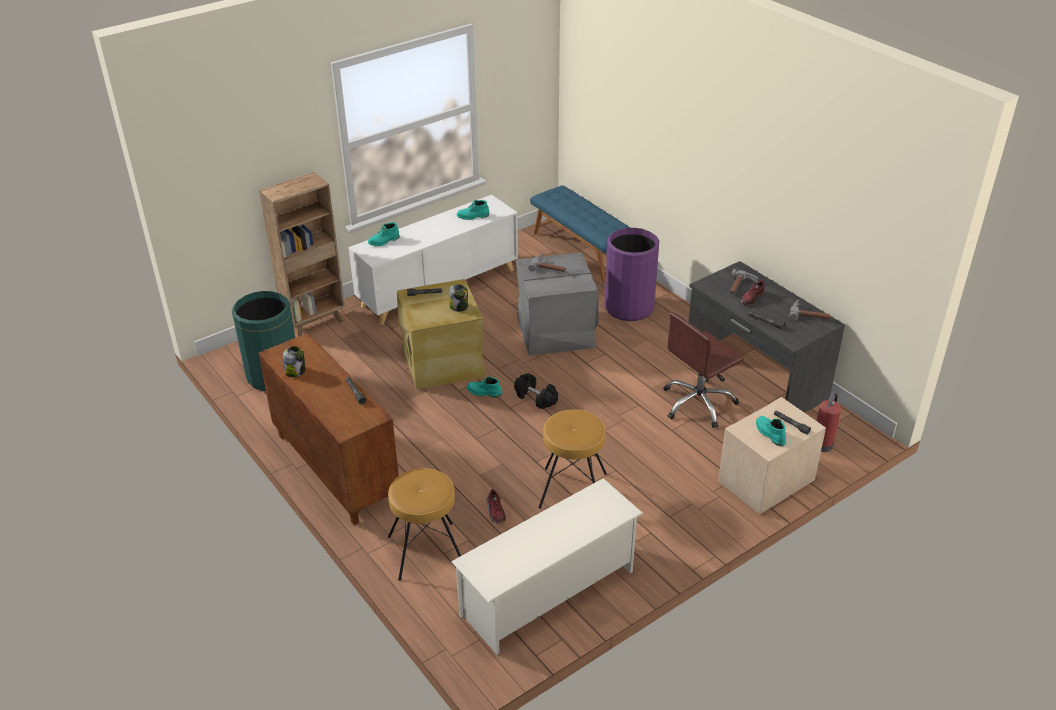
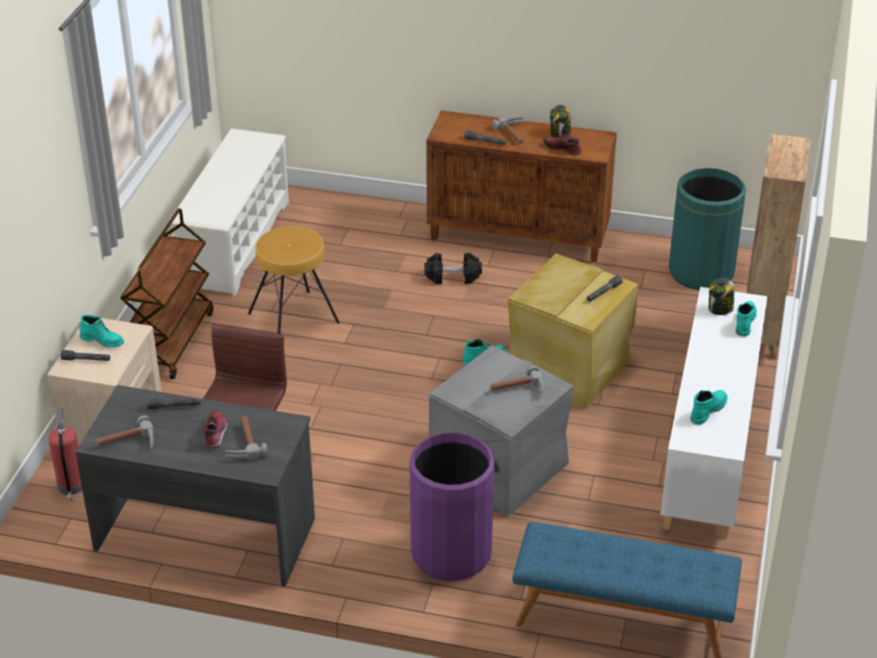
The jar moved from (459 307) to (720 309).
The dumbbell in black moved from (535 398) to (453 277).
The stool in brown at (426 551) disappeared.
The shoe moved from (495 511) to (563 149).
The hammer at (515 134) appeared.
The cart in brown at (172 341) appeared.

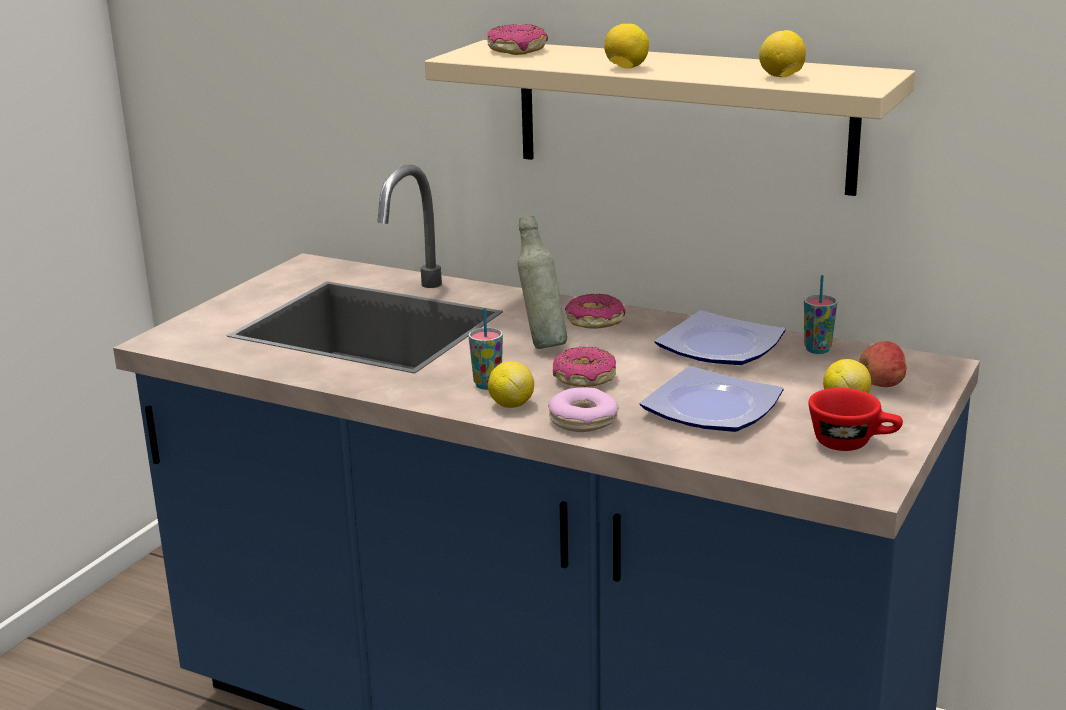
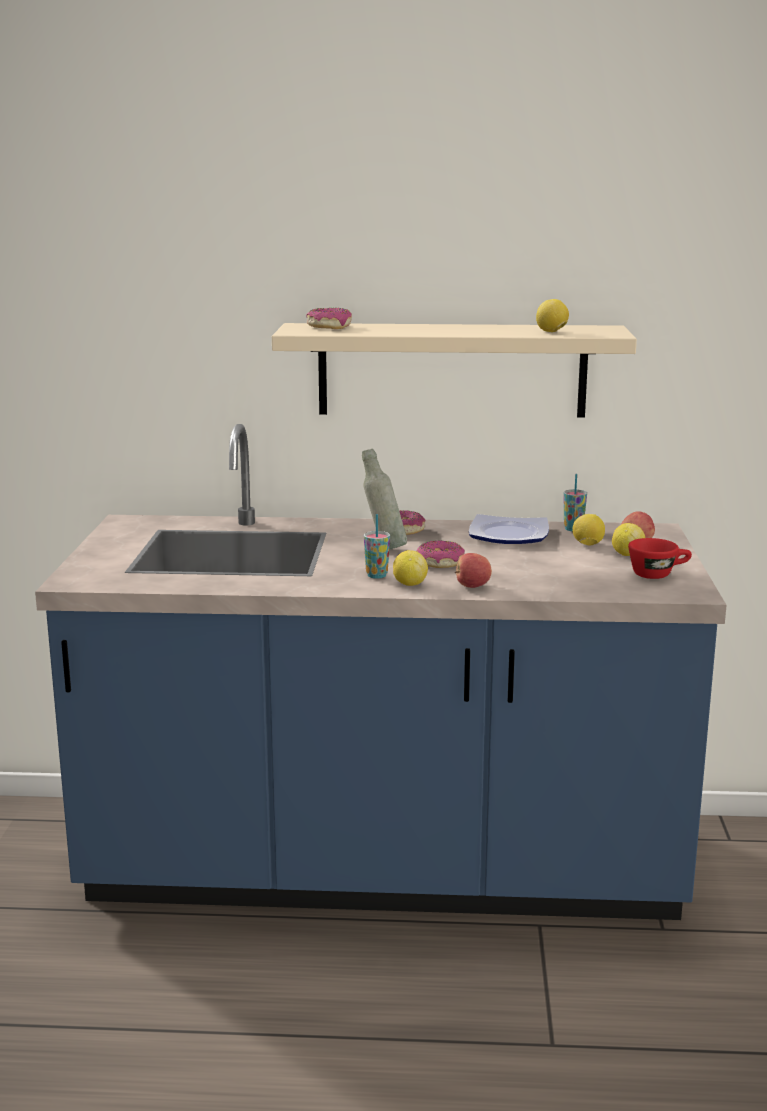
The lemon moved from (626 68) to (587 544).
The plate at (712 410) disappeared.
The donut at (583 421) was replaced by the apple at (472 586).

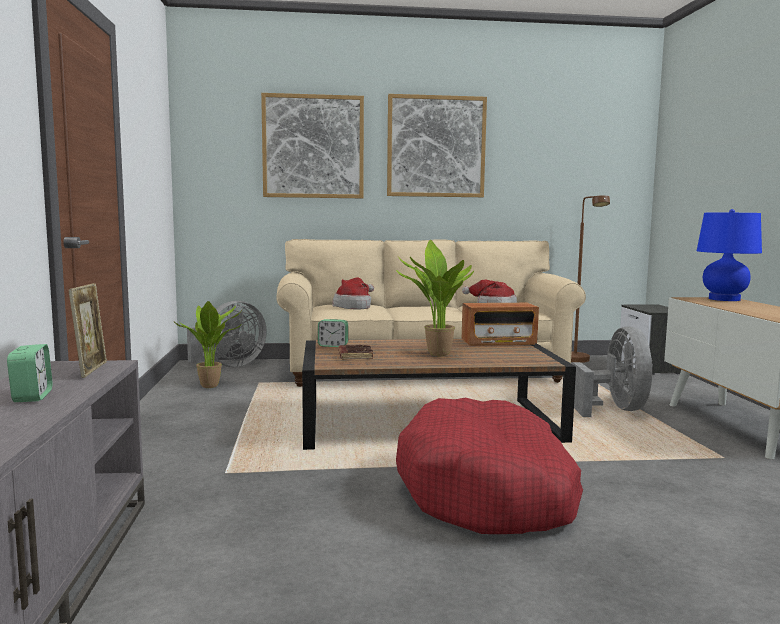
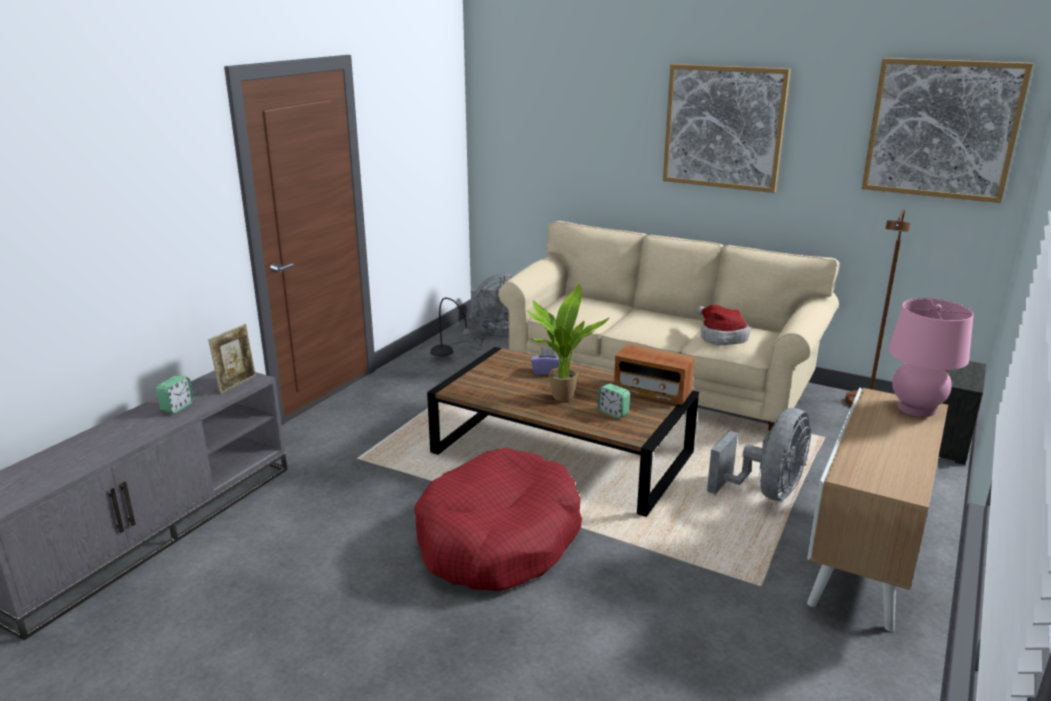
The picture moved from (313 147) to (942 129).
The table lamp in blue at (724 299) became the table lamp in pink at (916 408).
The hat at (354 306) disappeared.
The potted plant at (213 386) was replaced by the table lamp in grey at (456 357).
The alarm clock moved from (333 345) to (613 413).
The book in brown at (354 356) disappeared.
The tissue box in purple at (547 372) appeared.

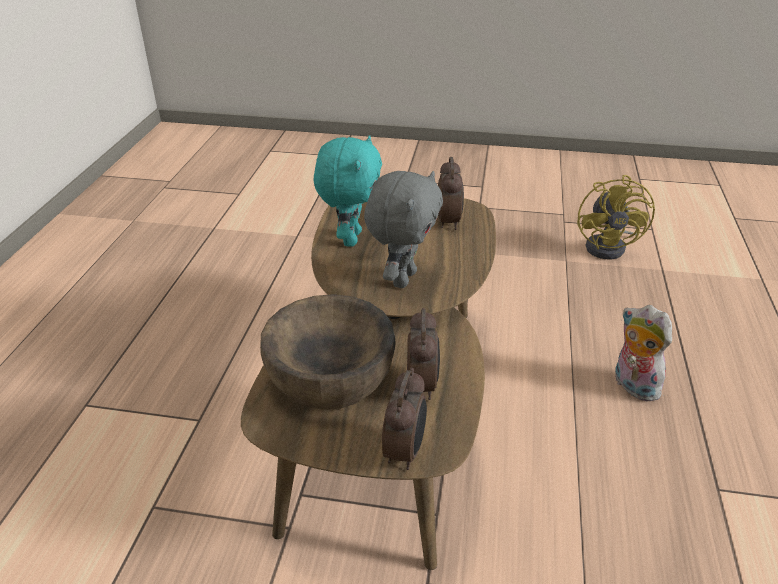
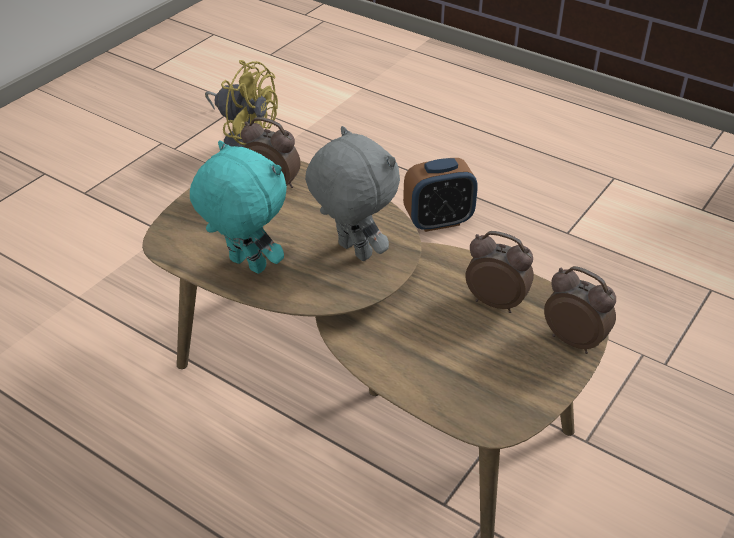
The bowl in brown at (330 376) disappeared.
The plush toy at (632 386) was replaced by the alarm clock at (438 221).

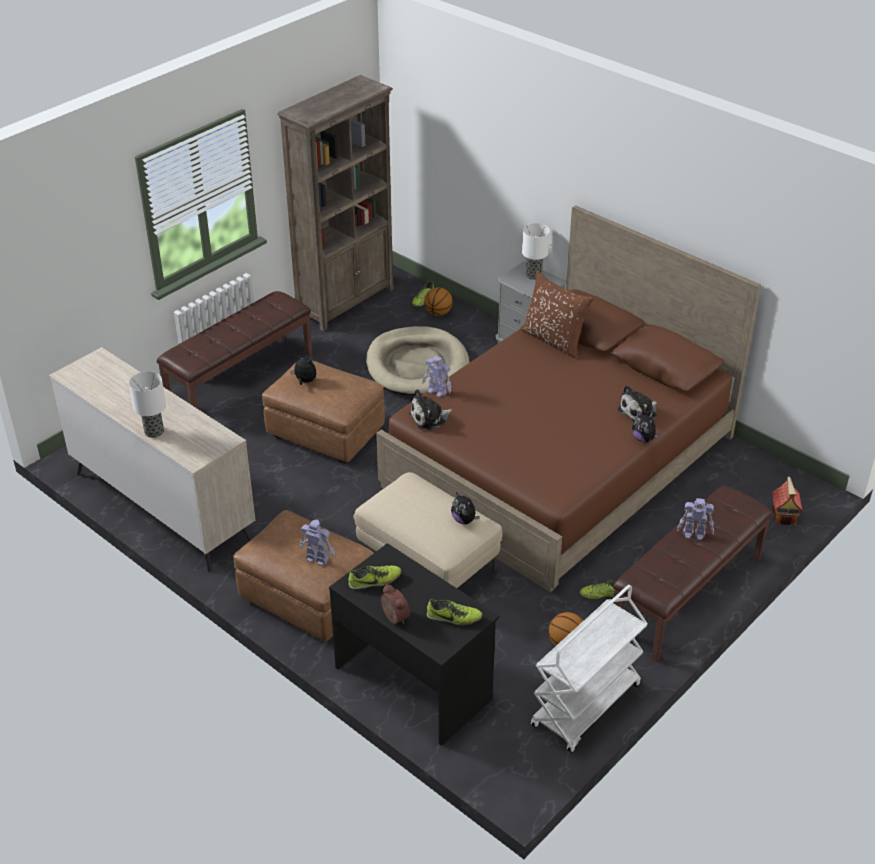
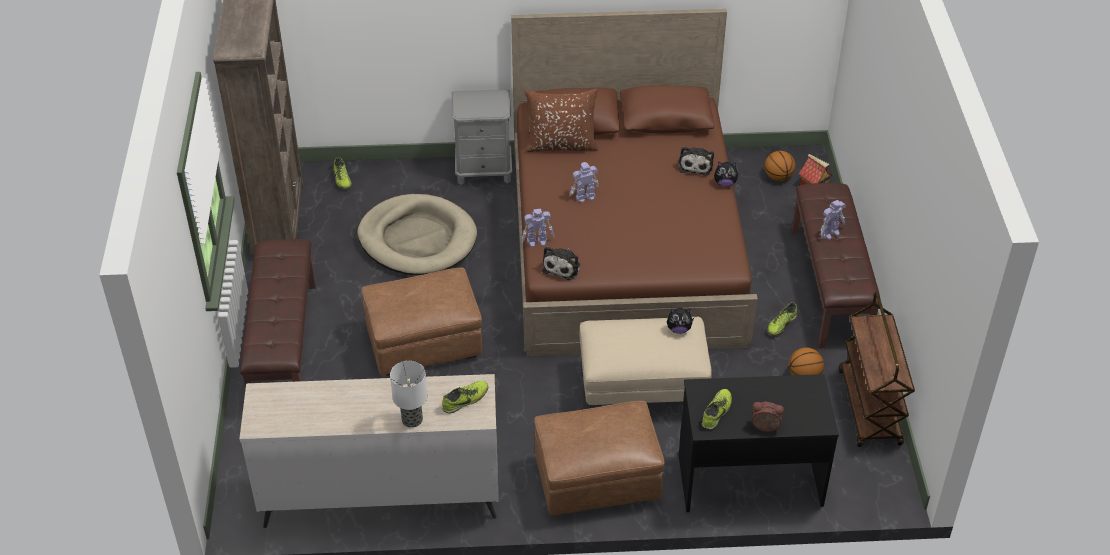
The table lamp at (534 276) disappeared.
The basketball moved from (438 313) to (778 177).
The plush toy at (305 381) disappeared.
The toy robot moved from (317 558) to (584 197).
The cart in white at (586 707) became the cart in brown at (870 408).
The shoe moved from (454 618) to (465 400).

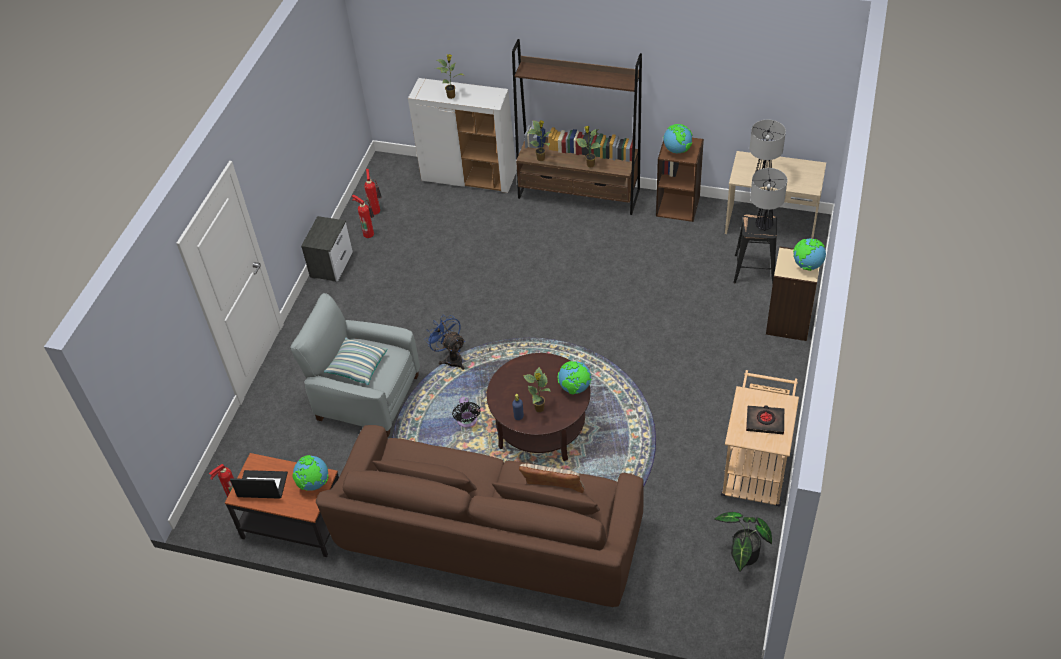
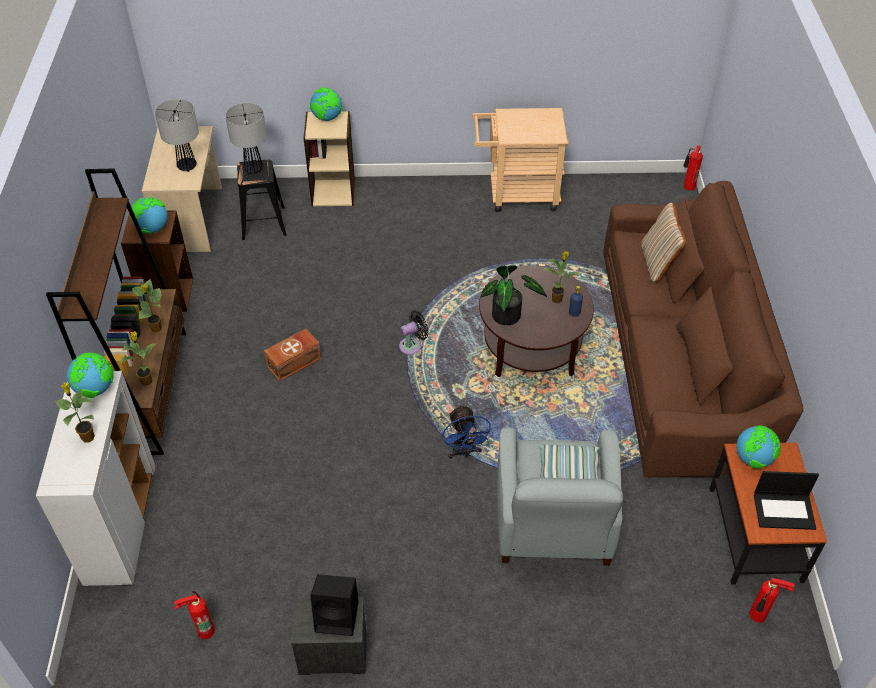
The fire extinguisher moved from (368 233) to (687 187).
The fan in blue at (451 358) turned 45 degrees counterclockwise.
The globe moved from (575 388) to (96 389).
The fan in black moved from (467 421) to (412 345).
The book in black at (765 421) disappeared.
The laptop at (262 485) turned 75 degrees counterclockwise.
The potted plant moved from (742 556) to (509 317).
The storage box in brown at (295 362) appeared.
The speaker in black at (338 616) appeared.

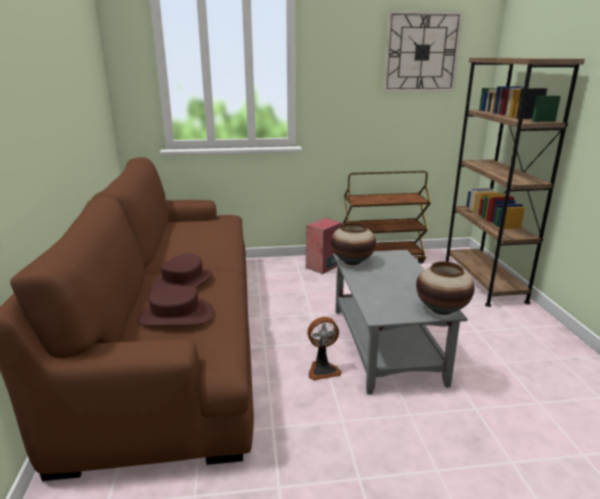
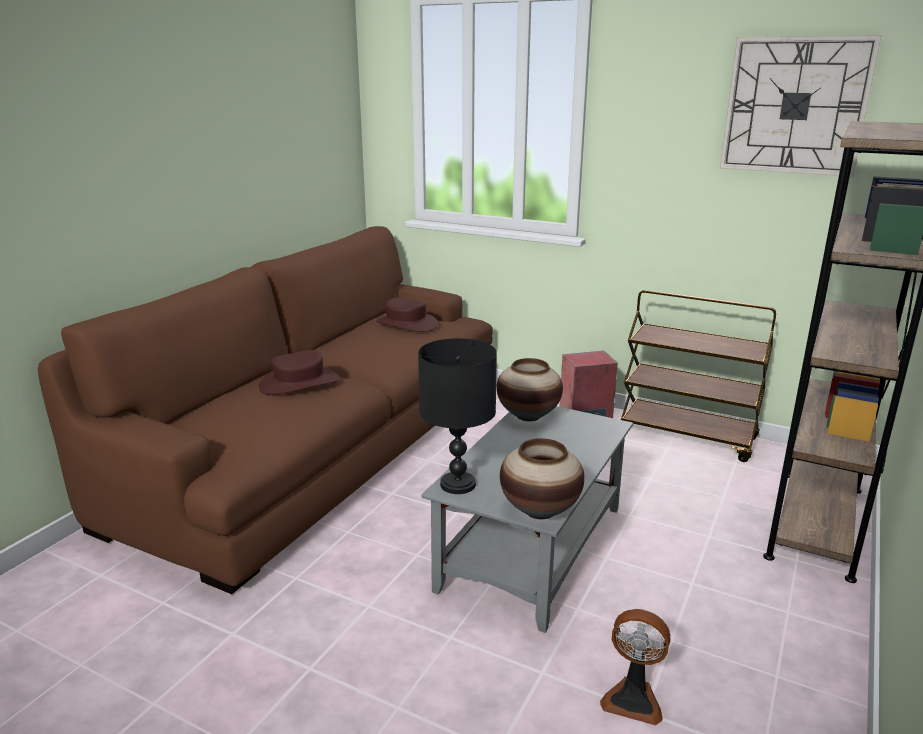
The hat in brown moved from (176 316) to (406 324).
The fan moved from (322 369) to (633 699).
The table lamp in black at (457 484) appeared.

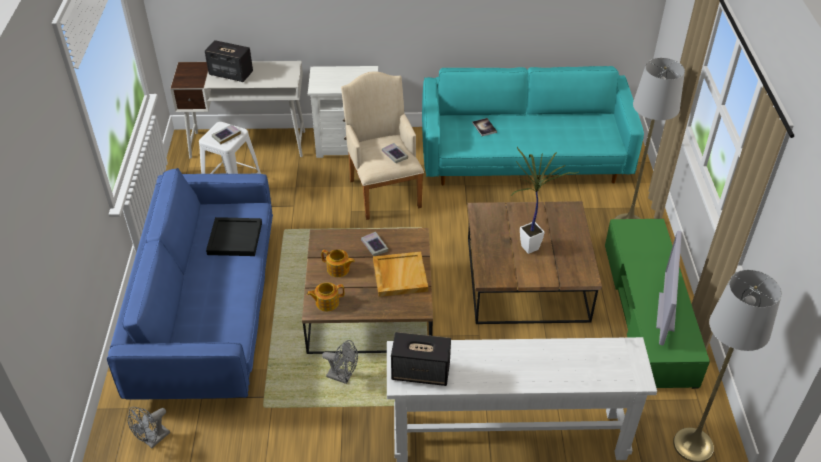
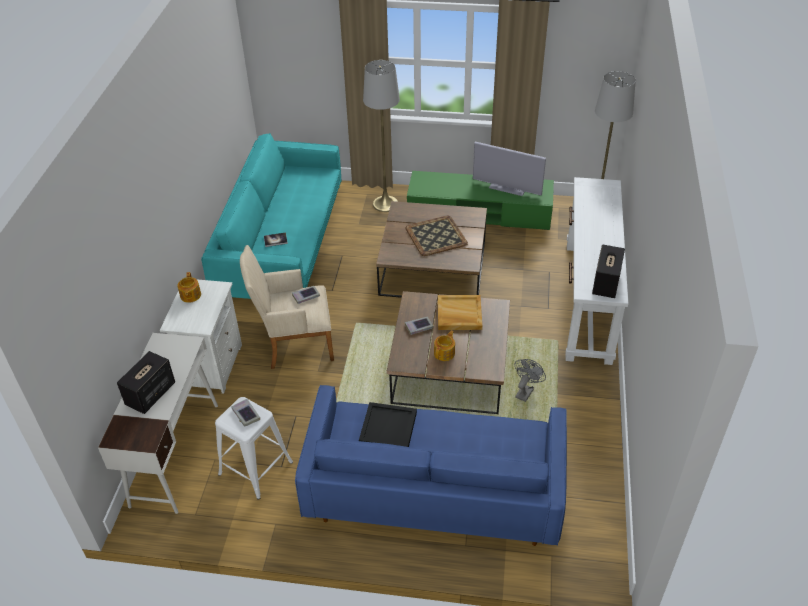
The potted plant at (529 245) was replaced by the tray at (436 236).
The teapot moved from (326 302) to (190 296).
The fan in grey at (153 440) disappeared.

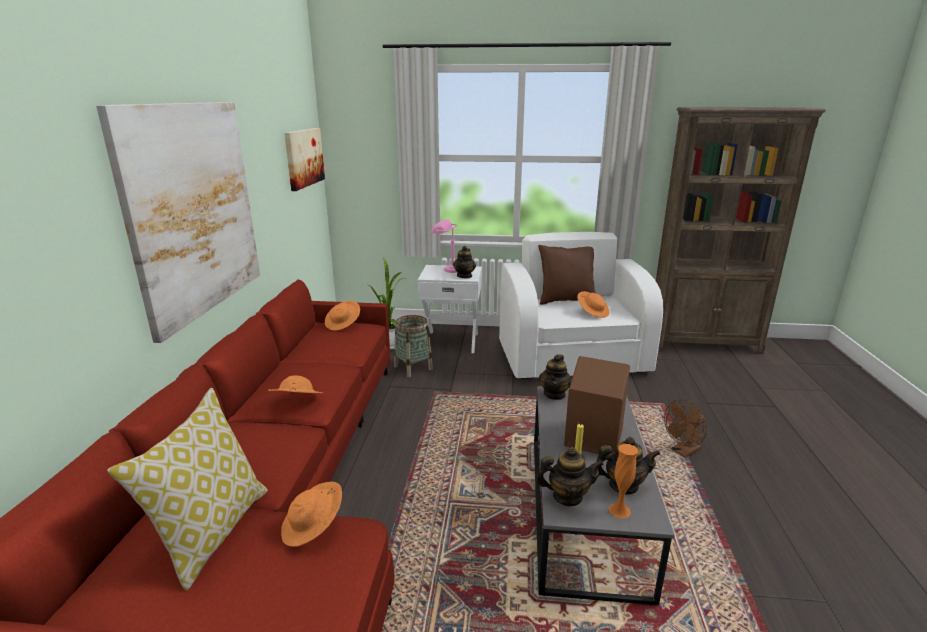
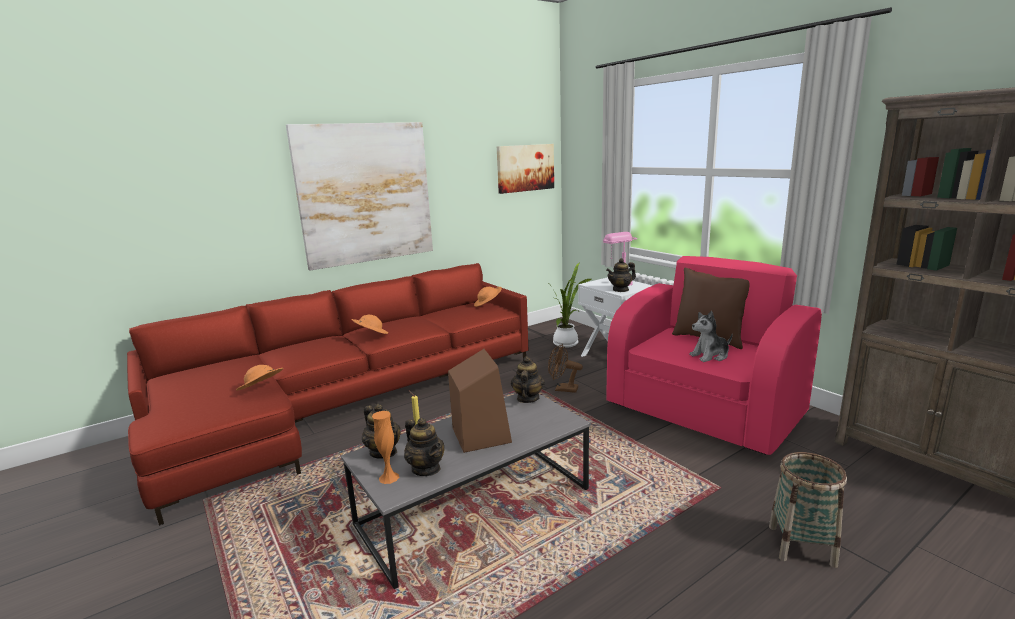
The armchair in white at (572 358) became the armchair in pink at (705 409).
The hat in orange at (592 312) was replaced by the plush toy at (710 356).
The basket moved from (413 368) to (801 545).
The teapot at (554 394) turned 120 degrees clockwise.
The pillow at (212 531) disappeared.
The fan in brown moved from (683 452) to (562 389).

